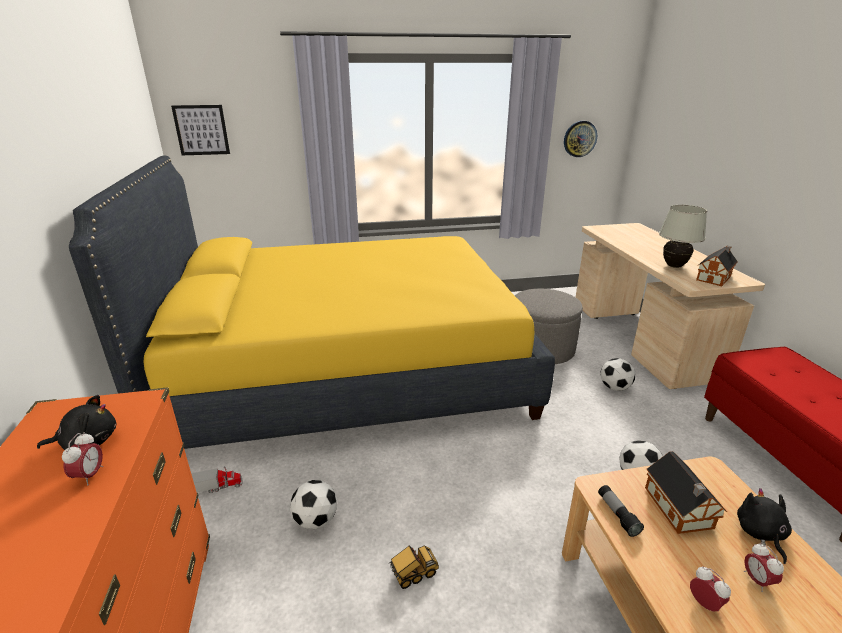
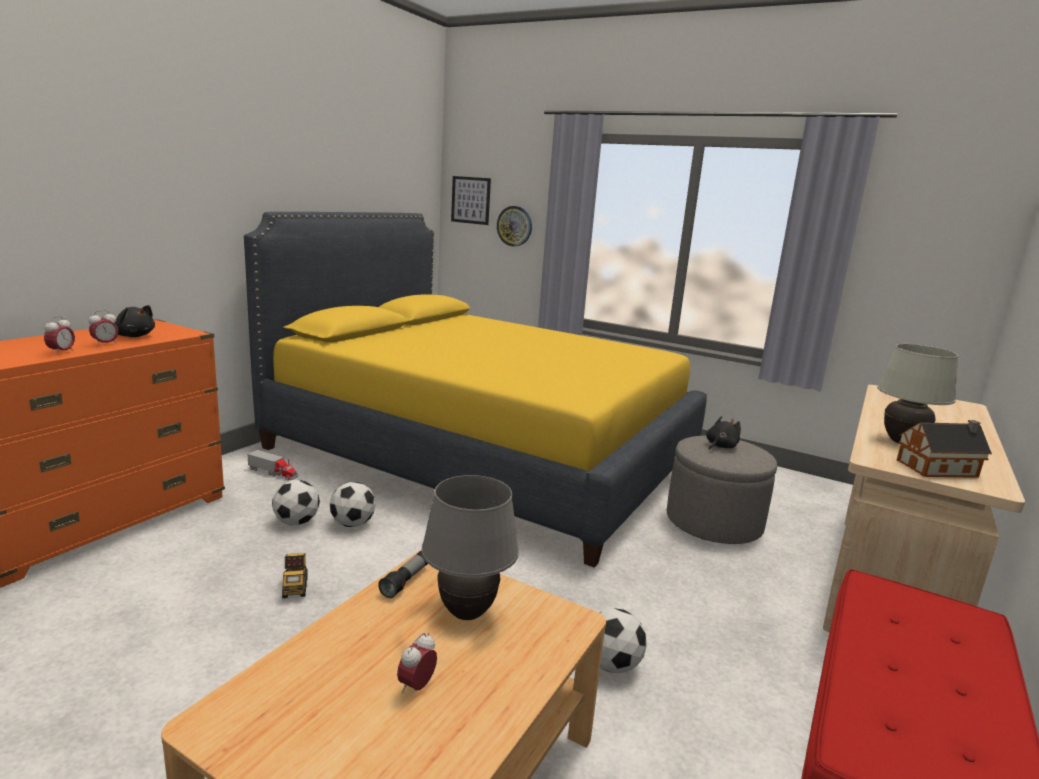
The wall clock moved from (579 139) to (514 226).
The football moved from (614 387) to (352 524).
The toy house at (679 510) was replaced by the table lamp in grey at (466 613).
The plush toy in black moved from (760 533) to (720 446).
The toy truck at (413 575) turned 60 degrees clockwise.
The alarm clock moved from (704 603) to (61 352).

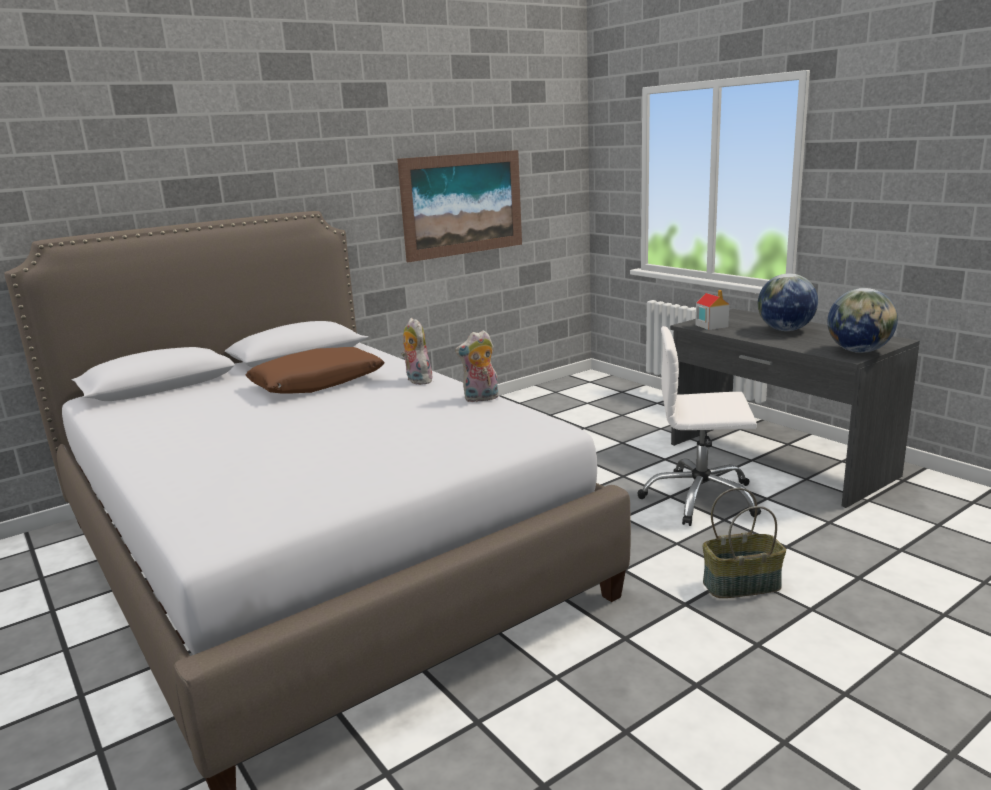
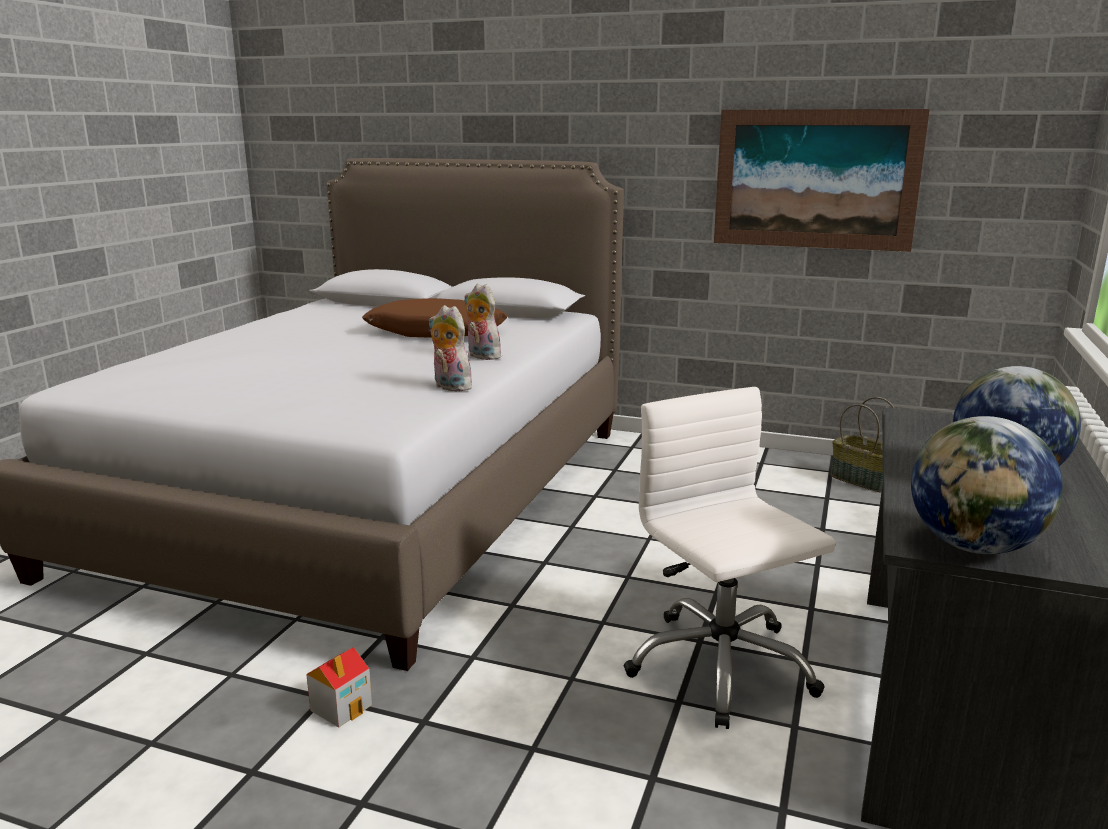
The toy house moved from (711 326) to (342 707).
The plush toy at (417 380) turned 75 degrees counterclockwise.
The basket moved from (741 584) to (864 480).

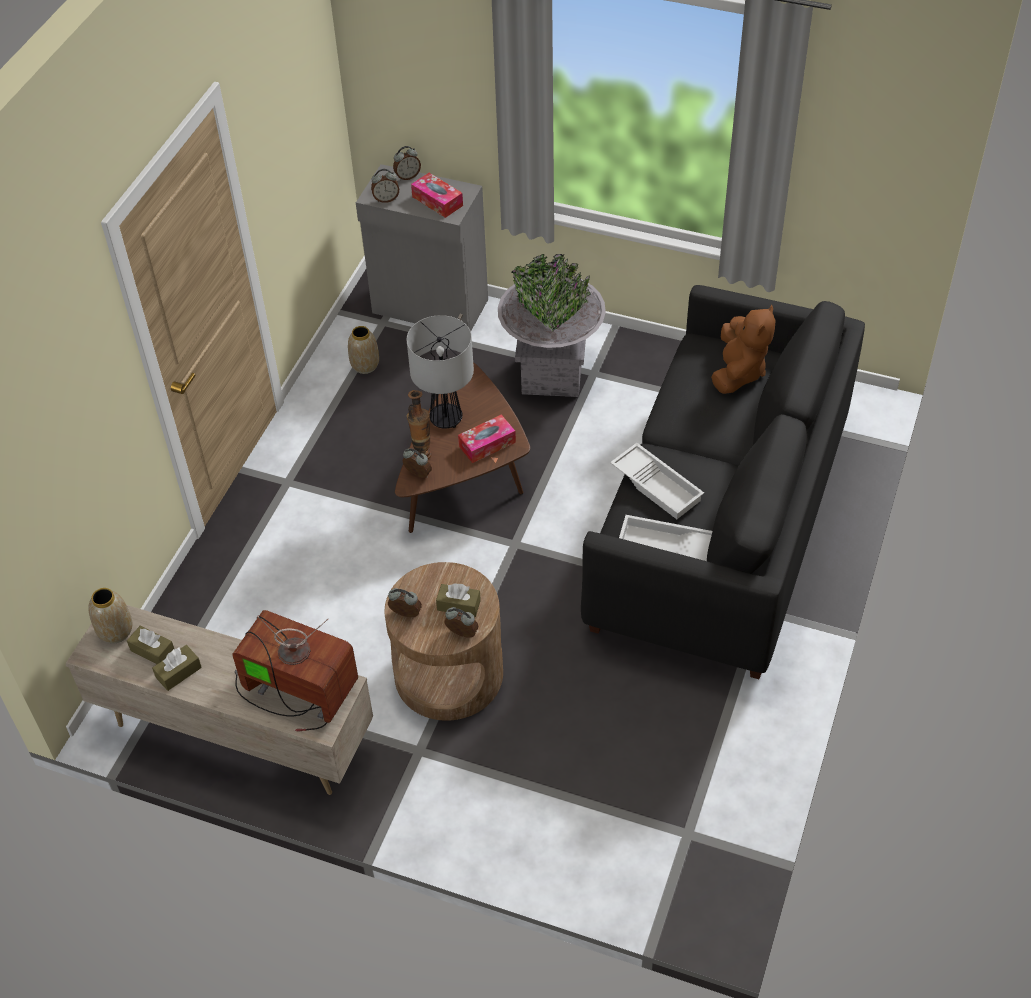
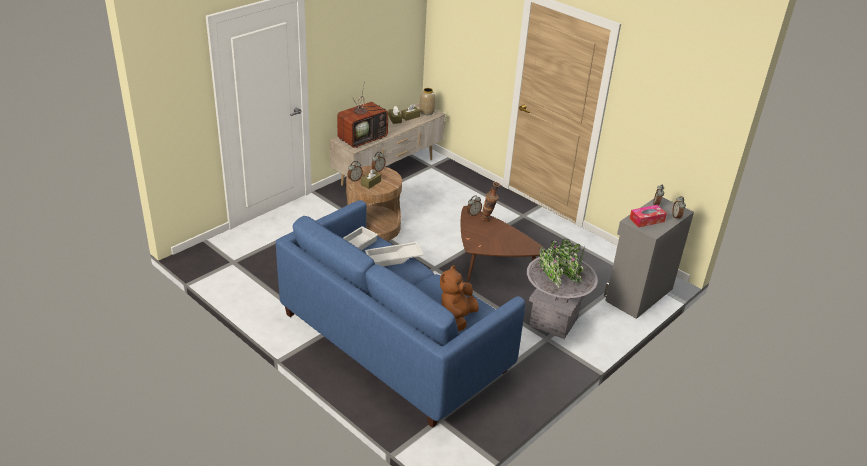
The sofa in black at (720 525) became the sofa in blue at (393 342).
The plush toy in brown at (738 372) turned 75 degrees clockwise.
The table lamp at (446 419) disappeared.
The vase at (365 365) disappeared.
The tissue box at (487 444) disappeared.

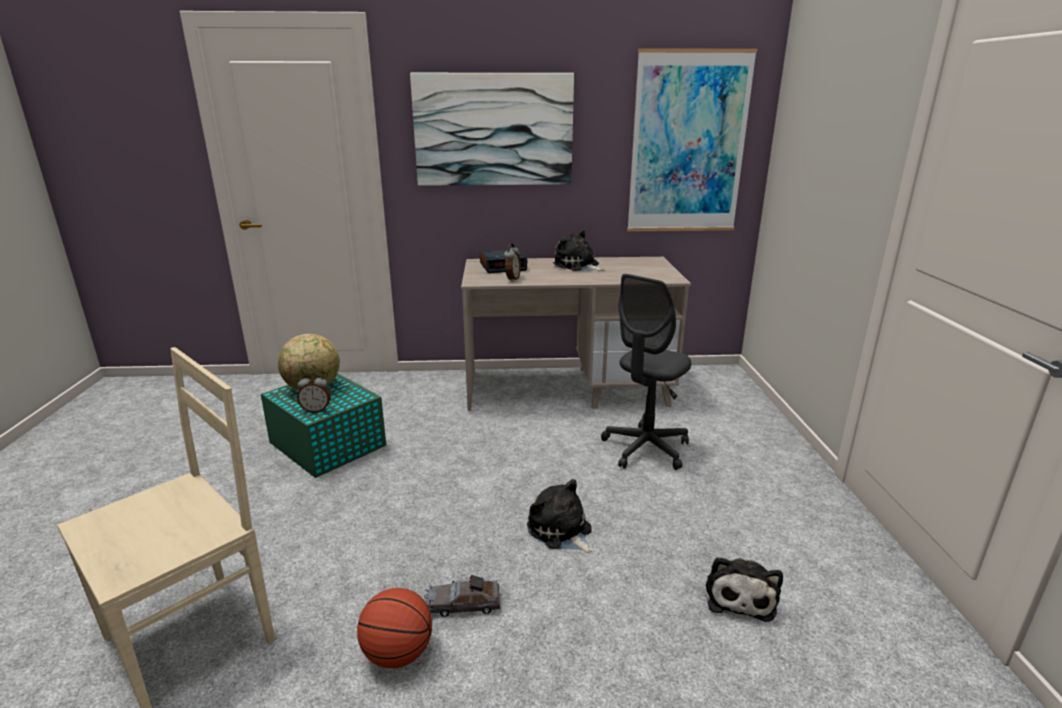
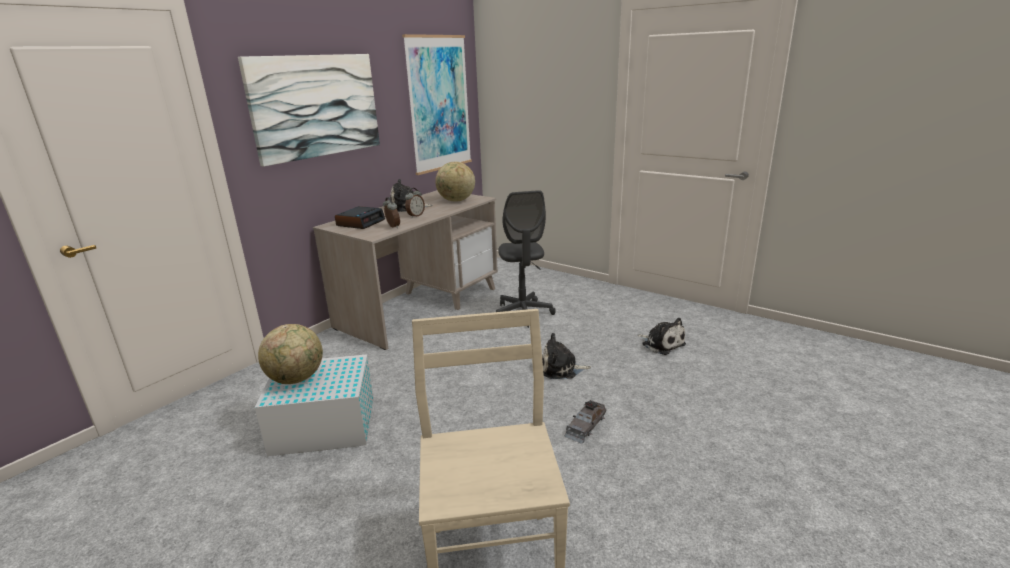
The storage box in green at (327 443) became the storage box in white at (323 425).
The alarm clock moved from (316 410) to (415 216).
The basketball at (398 653) disappeared.
The globe at (456 201) appeared.

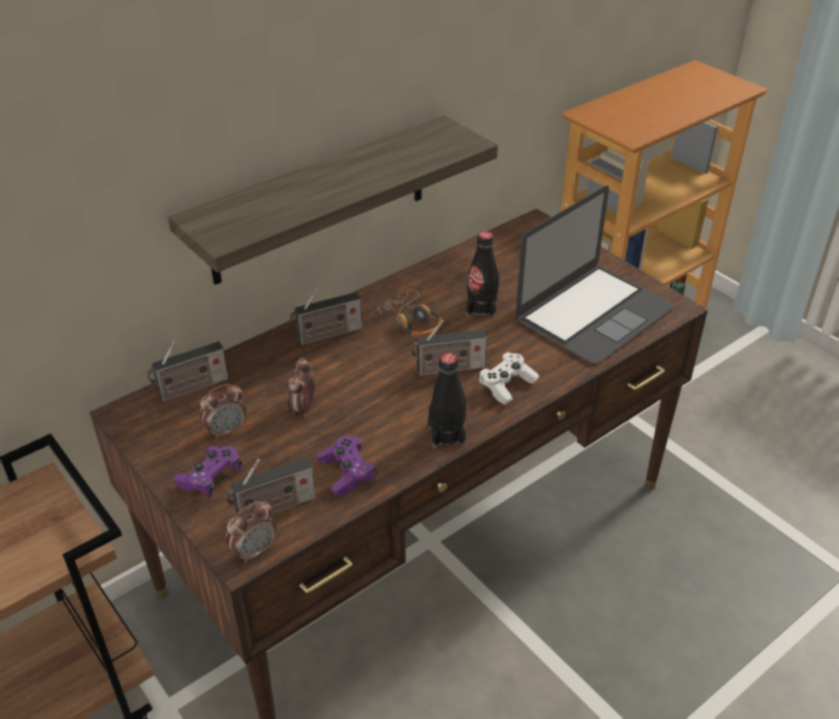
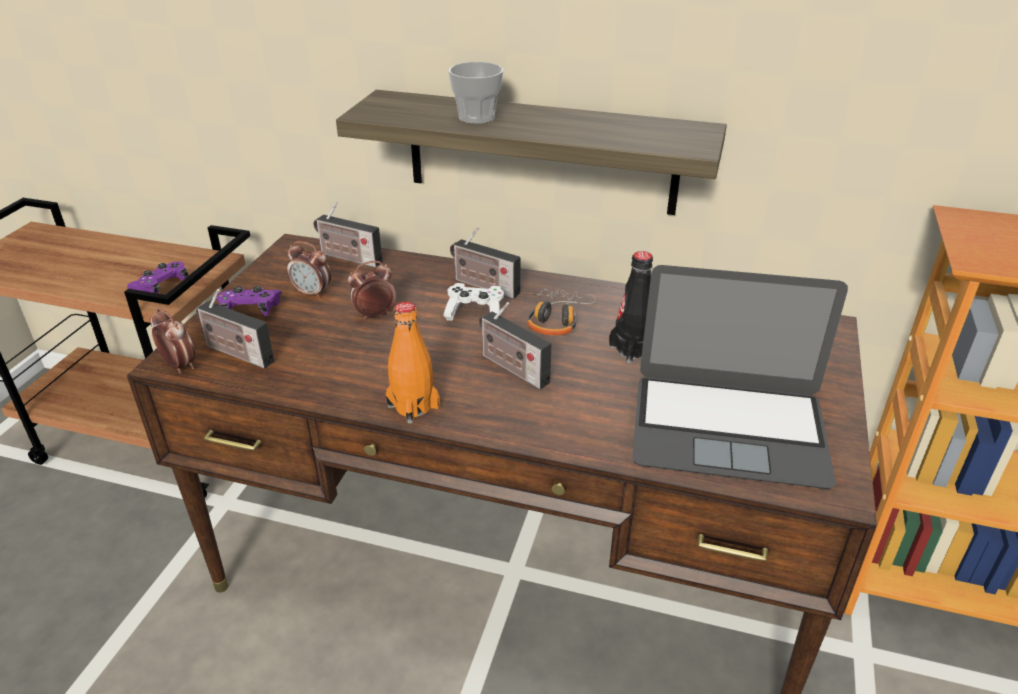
The game controller in white moved from (507 385) to (474 313).
The bottle in black at (446 434) became the bottle in orange at (413 406).
The game controller in purple moved from (347 473) to (161 288).
The alarm clock at (254 551) turned 150 degrees counterclockwise.
The cup at (477 117) appeared.

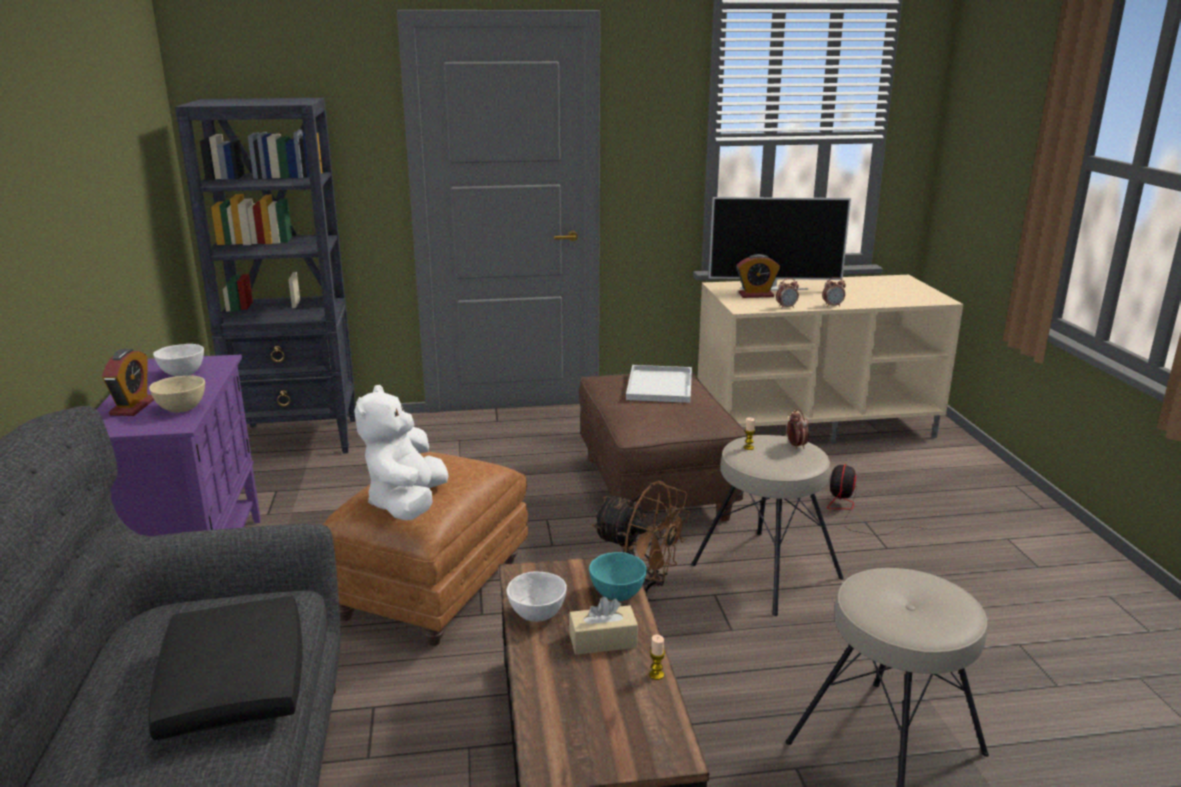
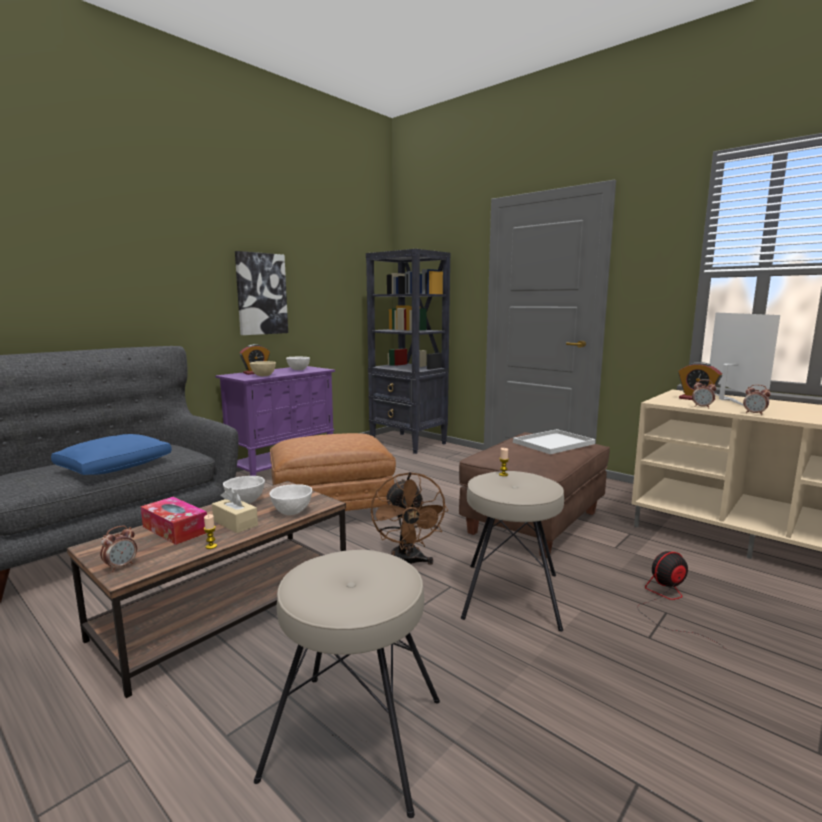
The television at (773 288) turned 135 degrees counterclockwise.
The plush toy in white at (407 504) disappeared.
The alarm clock moved from (796 446) to (121 566).
The bowl in turquoise at (617 594) became the bowl in white at (292 512).
The pillow in black at (234 684) became the pillow in blue at (116 467).
The picture at (261 294) appeared.
The tissue box at (175 529) appeared.

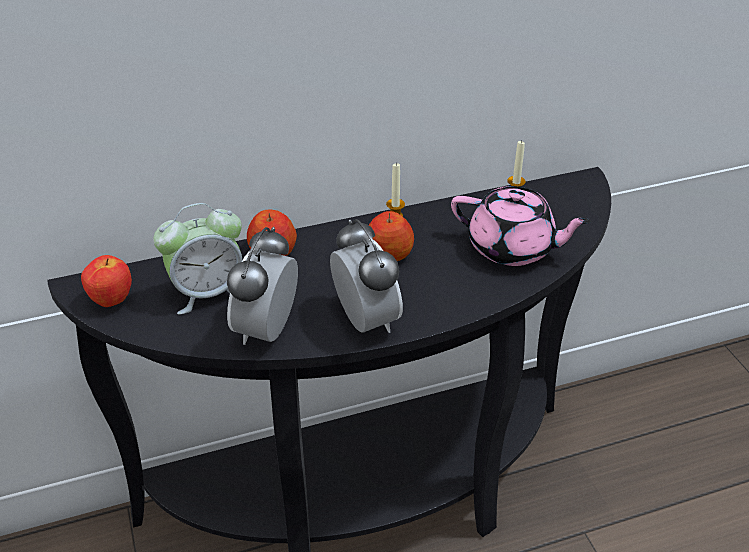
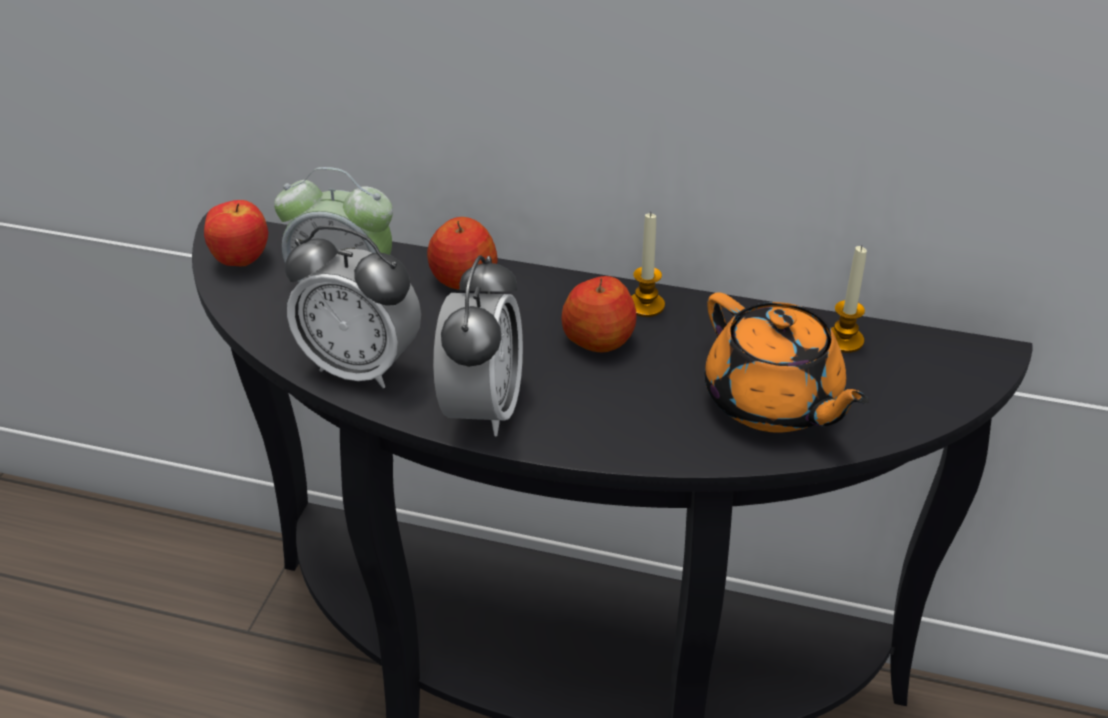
The teapot in pink at (512 248) became the teapot in orange at (773 402).
The alarm clock at (267 330) turned 120 degrees counterclockwise.

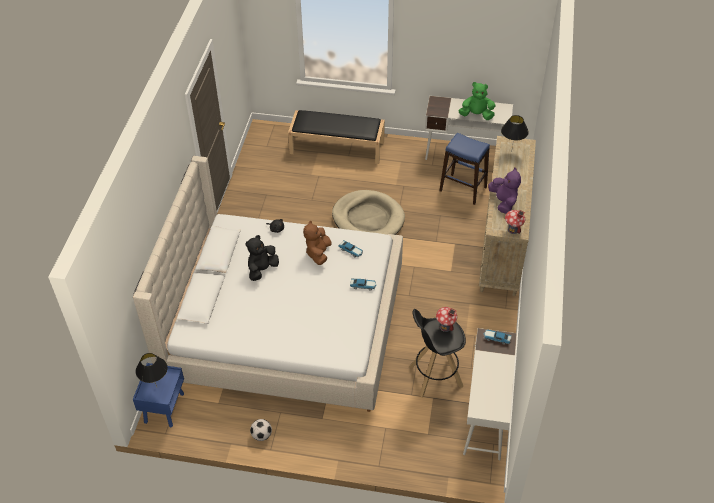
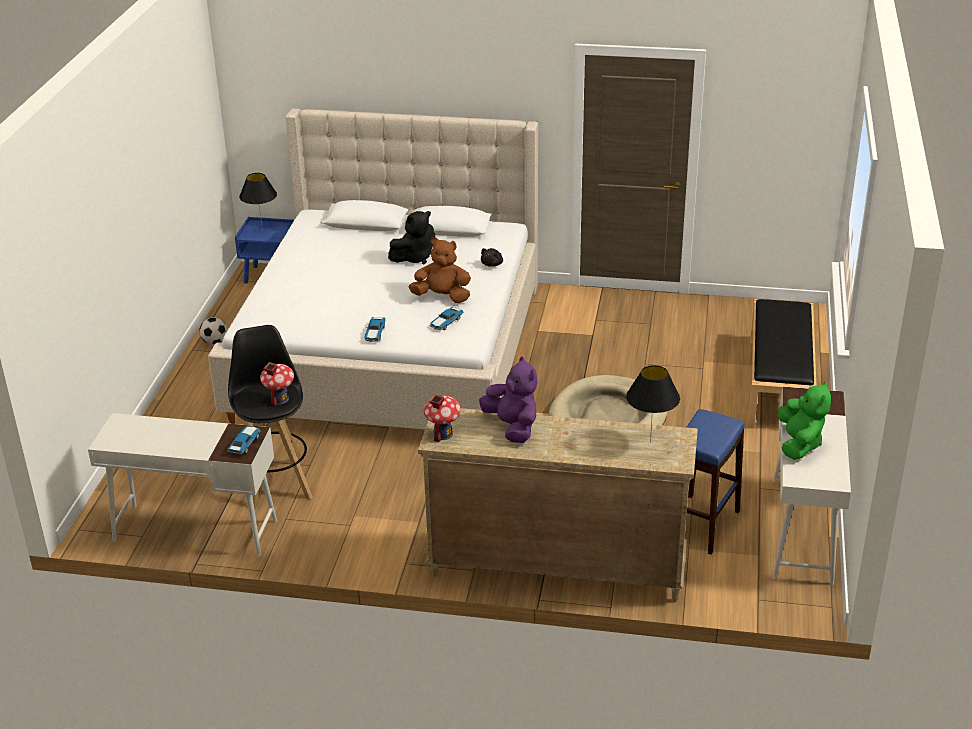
The plush toy in purple at (503 202) turned 105 degrees counterclockwise.
The plush toy in black at (262 269) turned 105 degrees clockwise.

